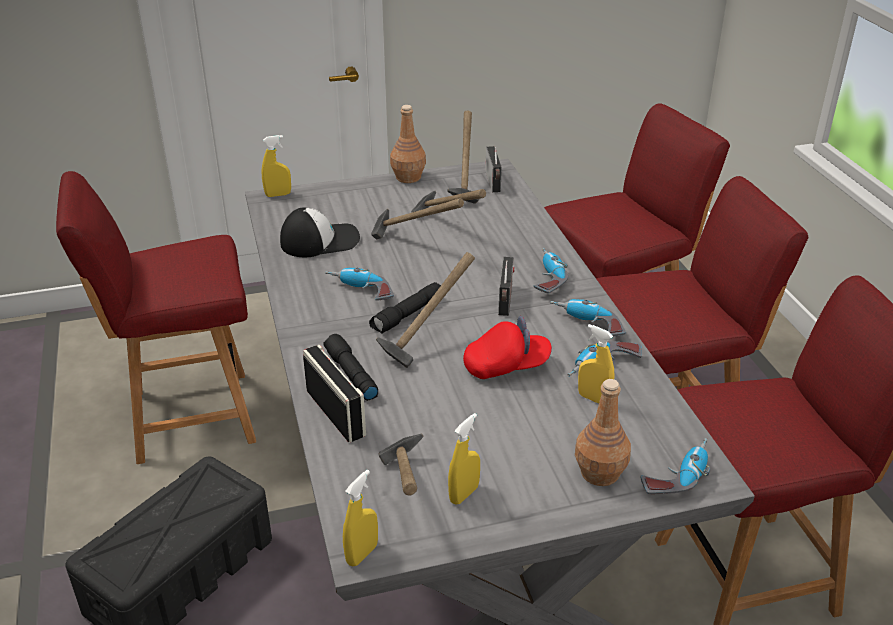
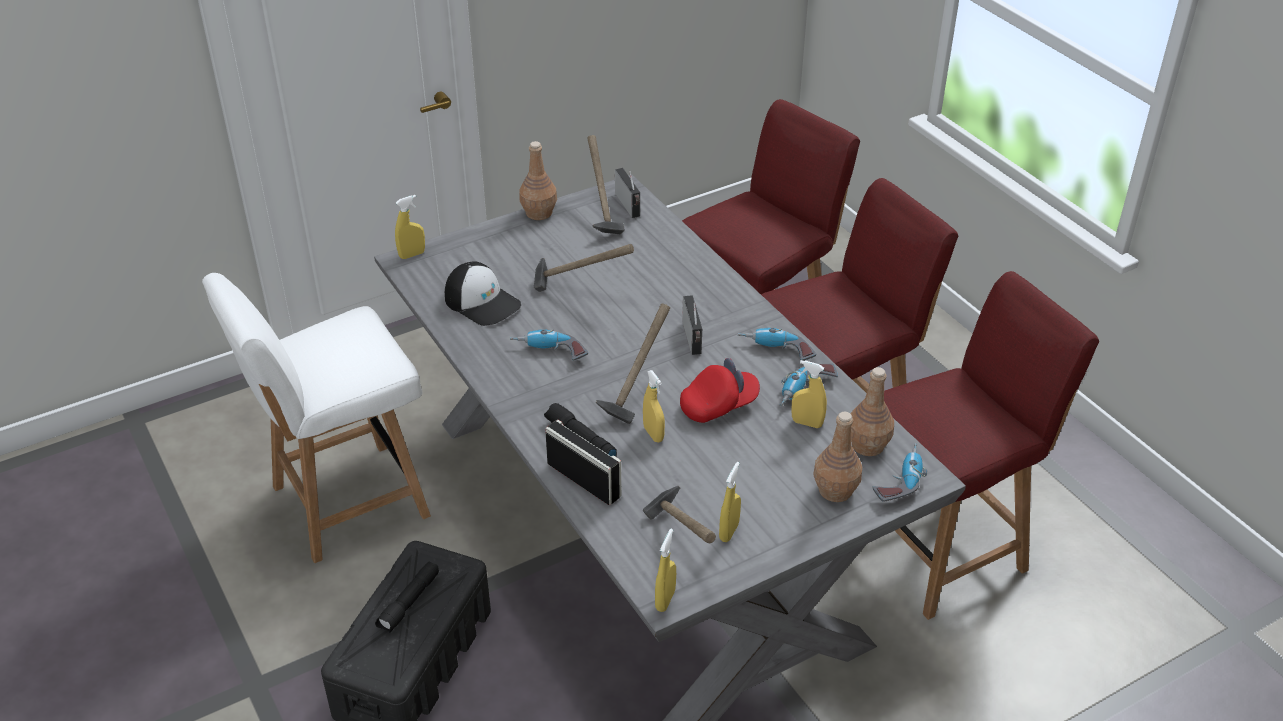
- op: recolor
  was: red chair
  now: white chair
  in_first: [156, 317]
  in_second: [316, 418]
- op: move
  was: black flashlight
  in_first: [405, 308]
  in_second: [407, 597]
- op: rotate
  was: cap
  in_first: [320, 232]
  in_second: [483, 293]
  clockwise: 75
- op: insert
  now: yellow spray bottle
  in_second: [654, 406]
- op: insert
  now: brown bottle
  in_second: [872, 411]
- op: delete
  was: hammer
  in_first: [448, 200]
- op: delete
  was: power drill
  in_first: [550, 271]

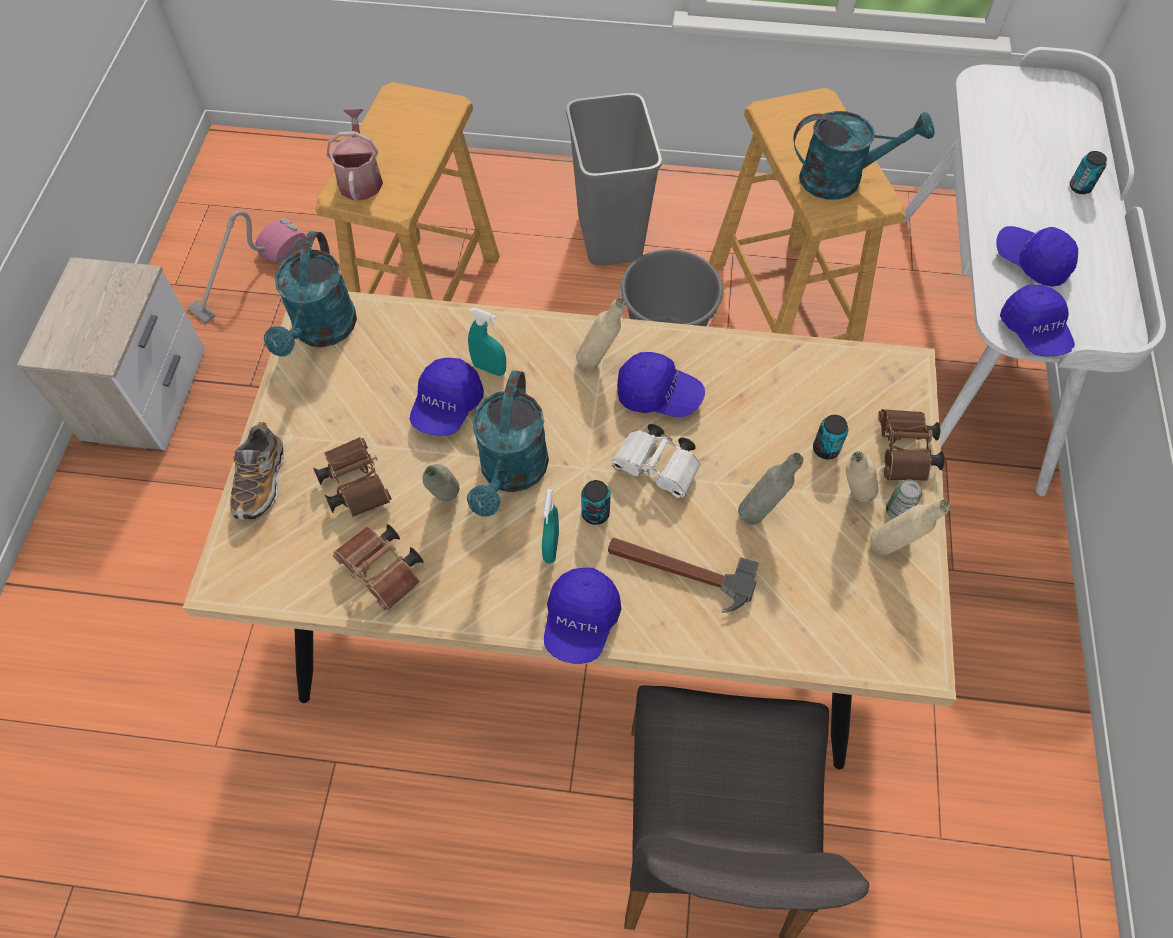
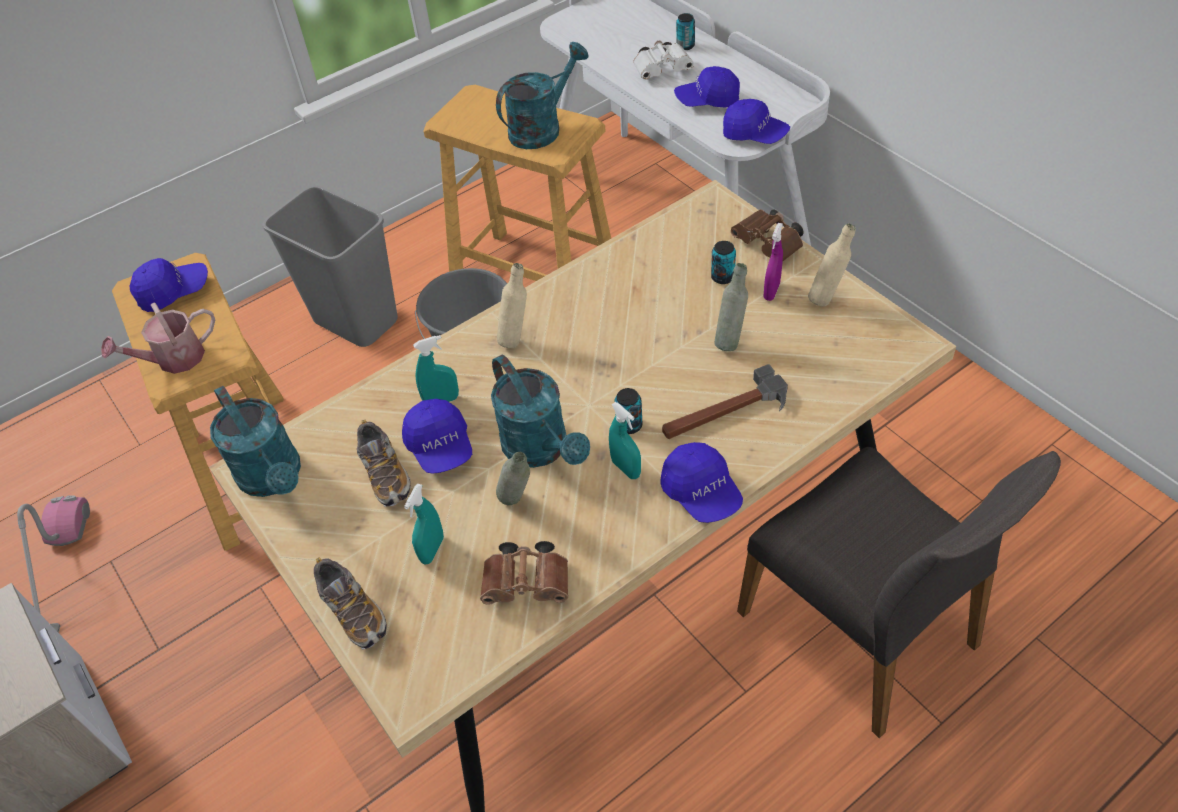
- op: rotate
  was: watering can
  in_first: [355, 154]
  in_second: [158, 338]
  clockwise: -75
- op: move
  was: blue cap
  in_first: [661, 384]
  in_second: [169, 285]
- op: insert
  now: shoe
  in_second: [384, 463]
- op: replace
  was: brown binoculars
  now: turquoise spray bottle
  in_first: [352, 477]
  in_second: [424, 524]
- op: move
  was: white binoculars
  in_first: [656, 461]
  in_second: [663, 60]
- op: replace
  was: beige bottle
  now: purple spray bottle
  in_first: [862, 477]
  in_second: [773, 262]
- op: delete
  was: can
  in_first: [904, 499]

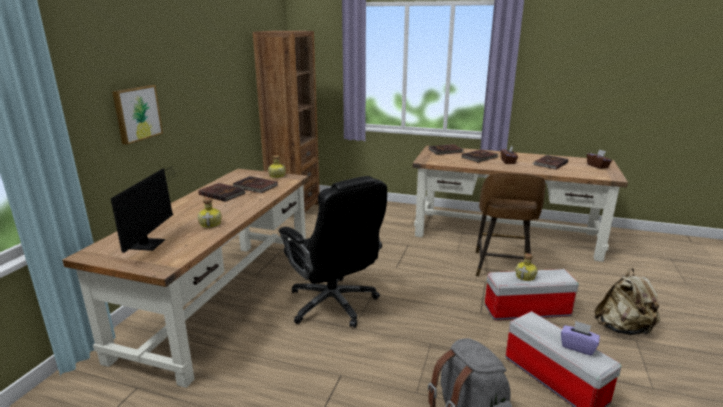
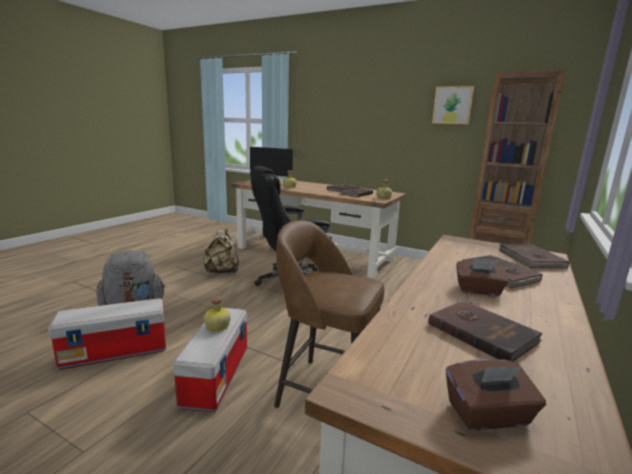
- op: move
  was: beige backpack
  in_first: [627, 301]
  in_second: [221, 251]
- op: move
  was: picture
  in_first: [137, 115]
  in_second: [453, 105]
- op: delete
  was: purple tissue box
  in_first: [580, 338]

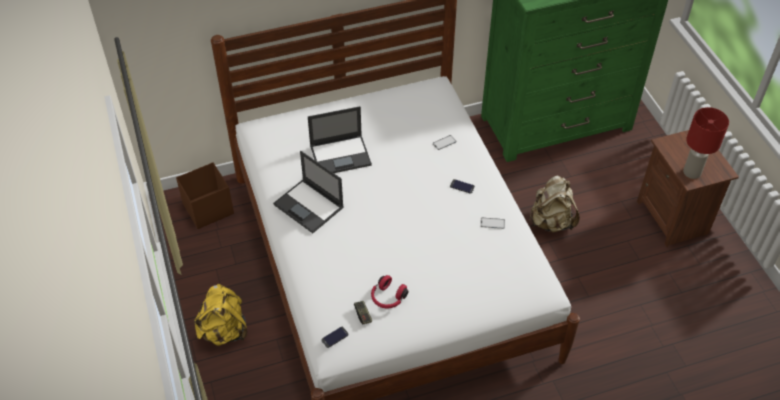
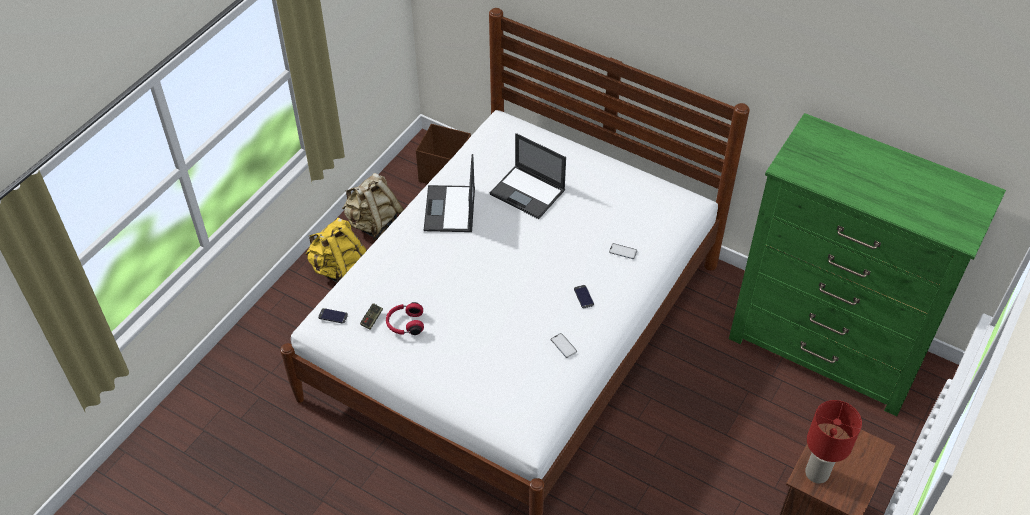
- op: move
  was: beige backpack
  in_first: [554, 204]
  in_second: [373, 206]

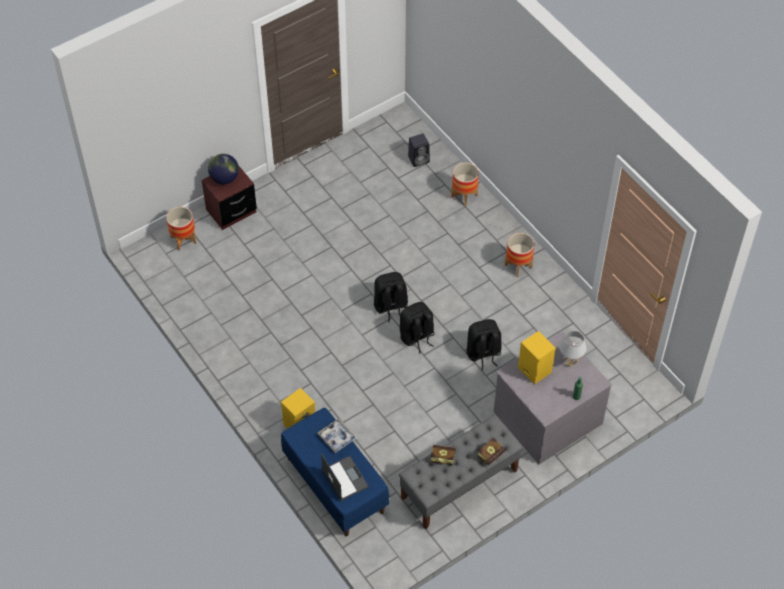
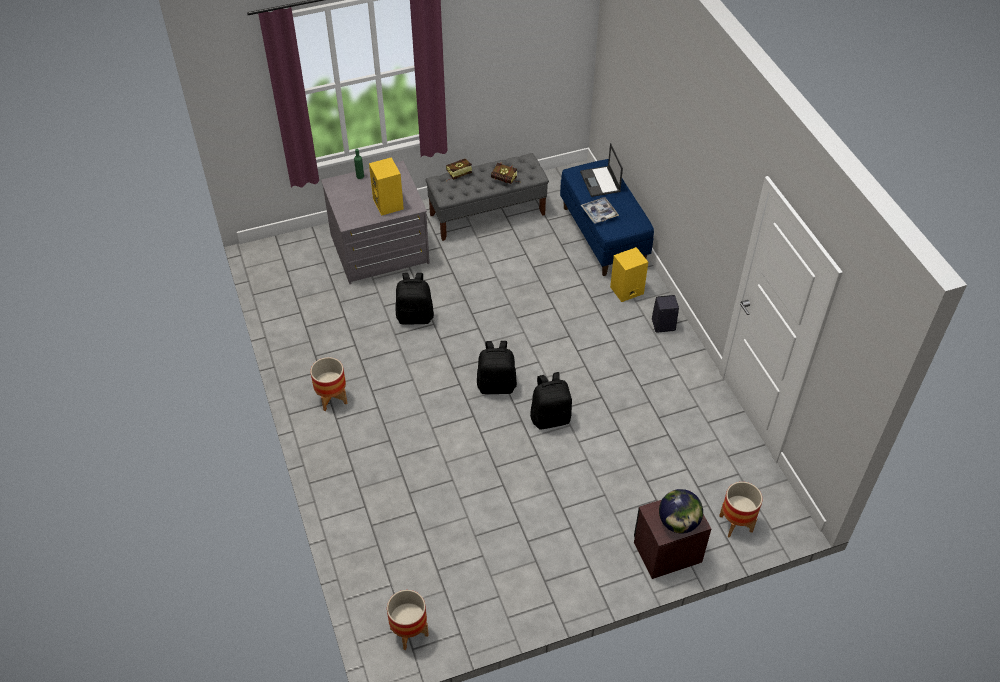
- op: move
  was: planter
  in_first: [465, 184]
  in_second: [408, 620]
- op: move
  was: black backpack
  in_first: [417, 327]
  in_second: [551, 400]
- op: move
  was: black speaker
  in_first: [419, 150]
  in_second: [665, 314]
- op: delete
  was: white table lamp
  in_first: [573, 349]

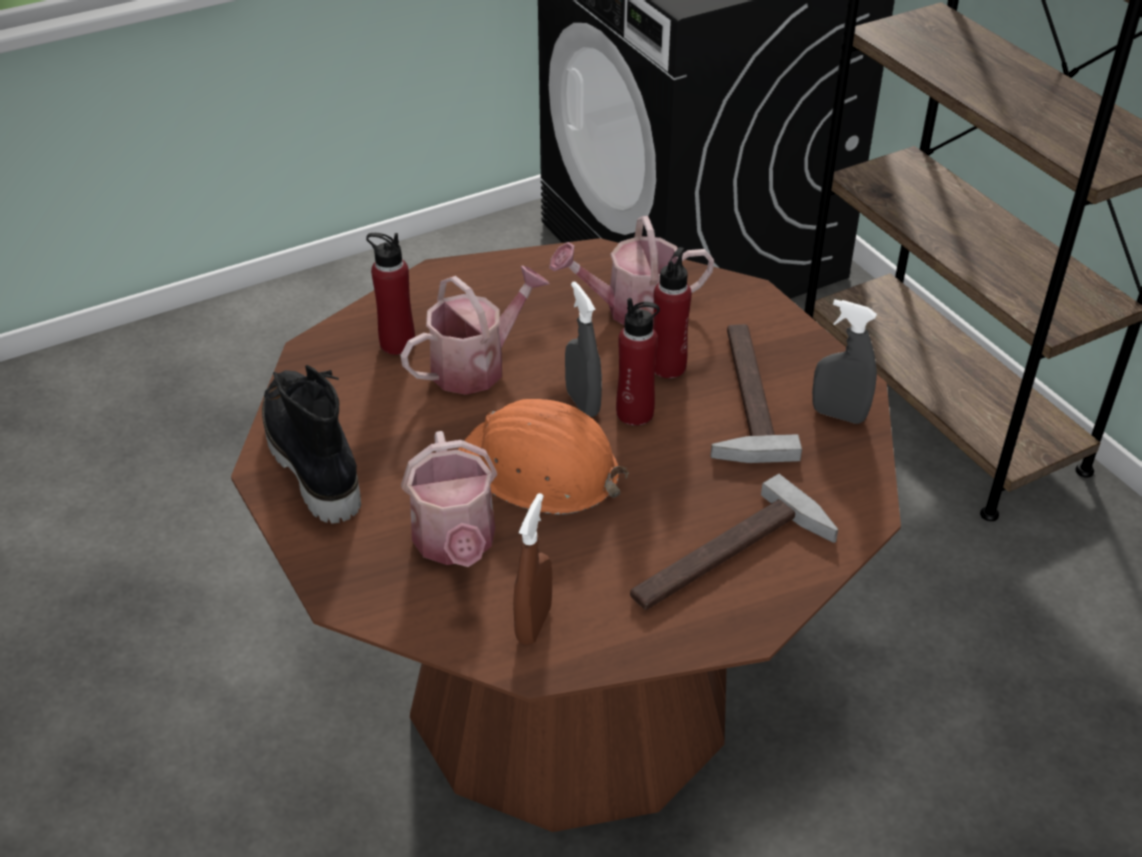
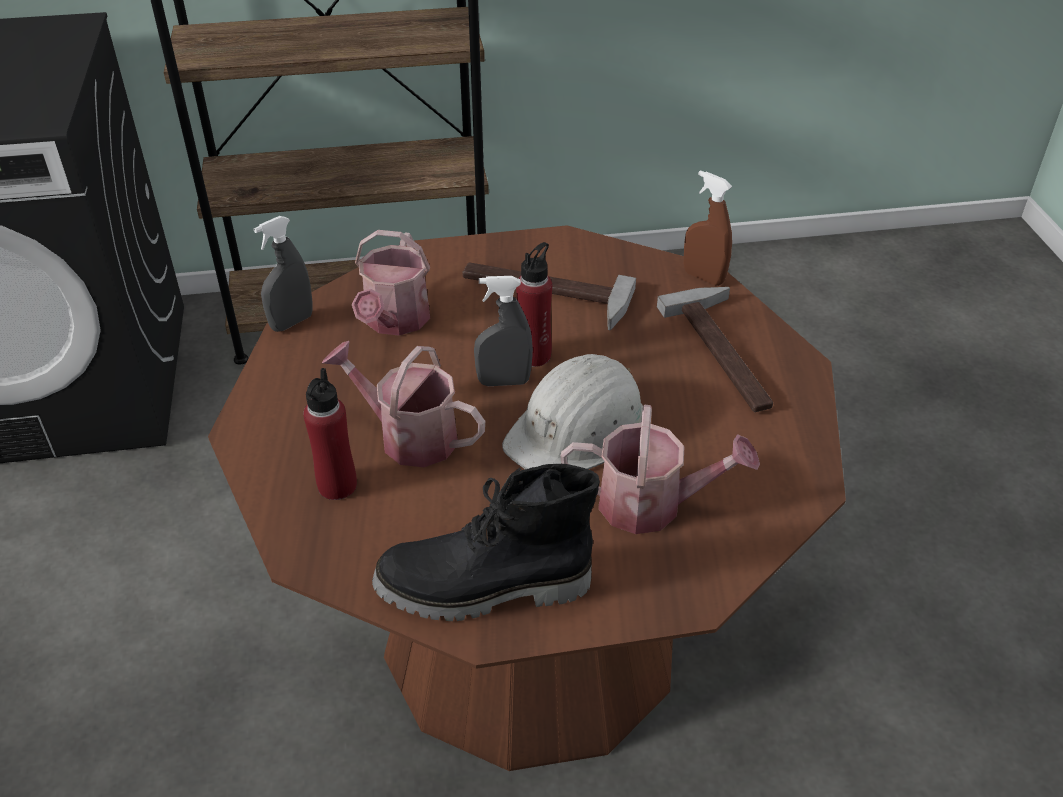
- op: move
  was: grey spray bottle
  in_first: [844, 361]
  in_second: [283, 274]
- op: rotate
  was: watering can
  in_first: [474, 330]
  in_second: [403, 404]
  clockwise: -45
- op: recolor
  was: orange hard hat
  now: white hard hat
  in_first: [543, 457]
  in_second: [572, 411]
- op: move
  was: brown spray bottle
  in_first: [532, 569]
  in_second: [708, 228]
- op: delete
  was: red bottle
  in_first: [672, 312]

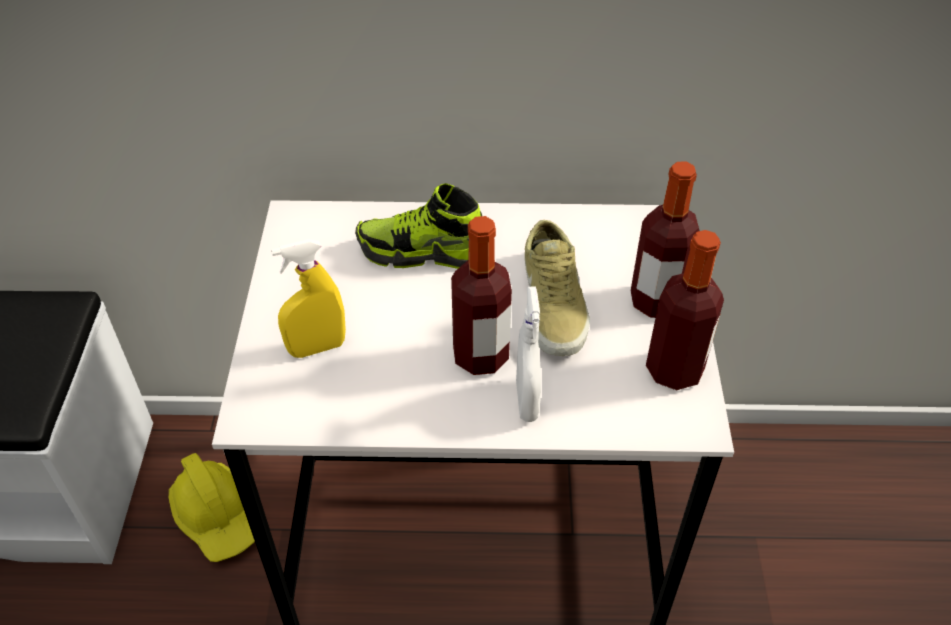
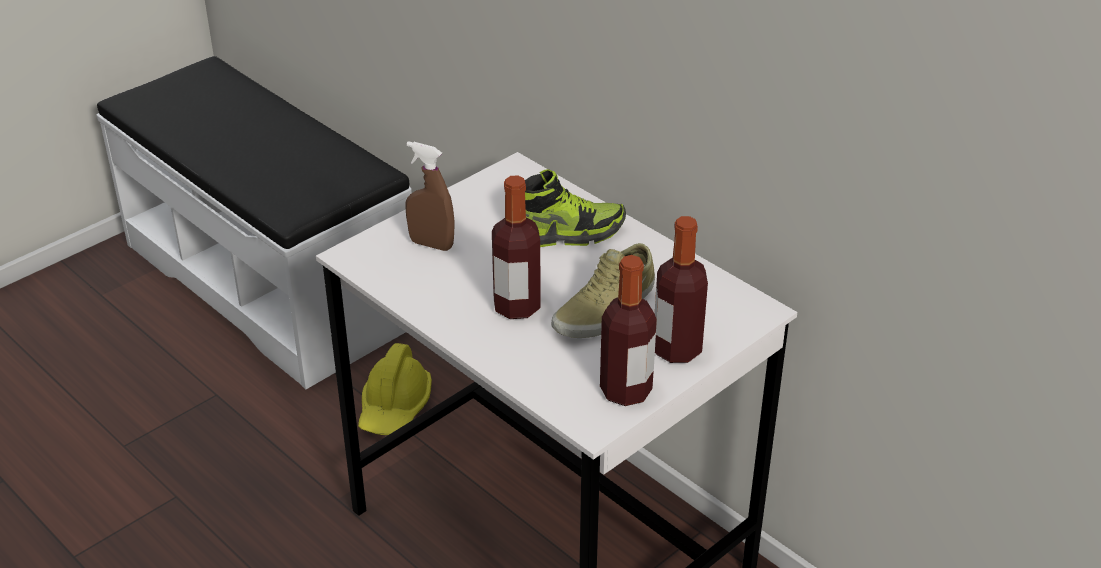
- op: recolor
  was: yellow spray bottle
  now: brown spray bottle
  in_first: [308, 298]
  in_second: [430, 196]
- op: rotate
  was: shoe
  in_first: [418, 226]
  in_second: [575, 208]
  clockwise: 120
- op: delete
  was: white spray bottle
  in_first: [528, 354]

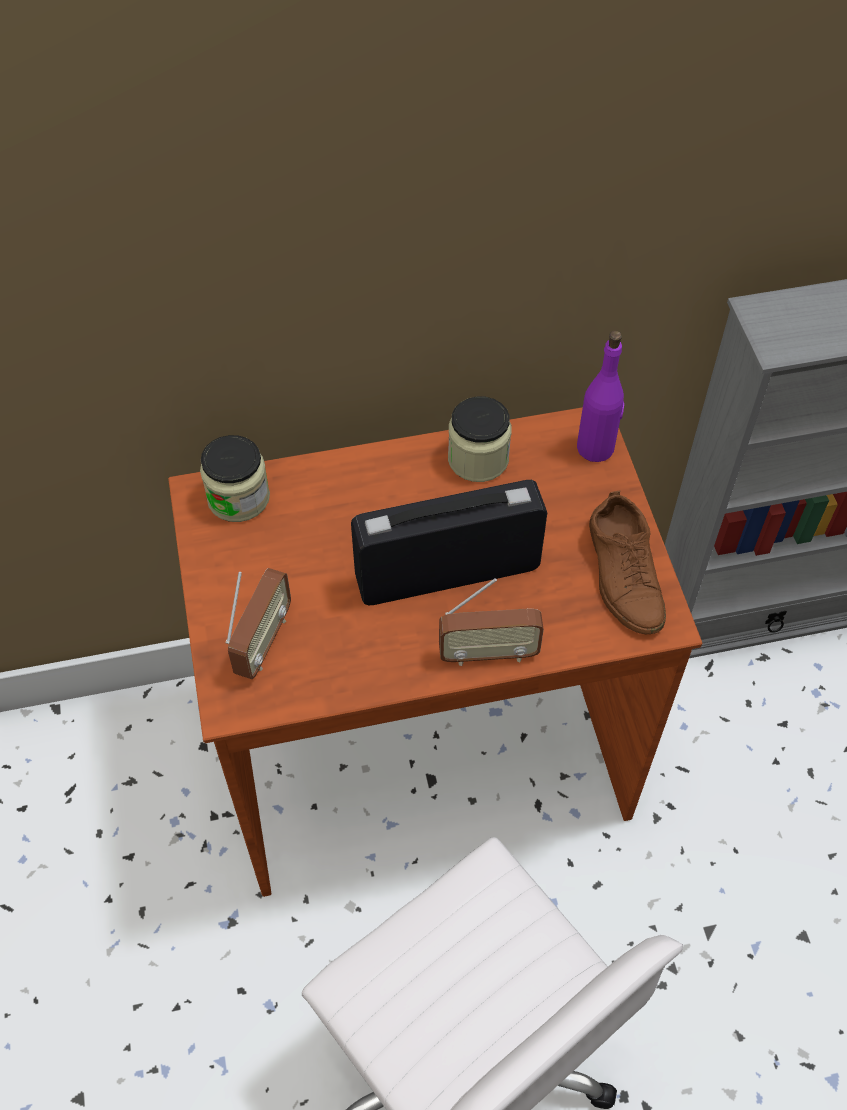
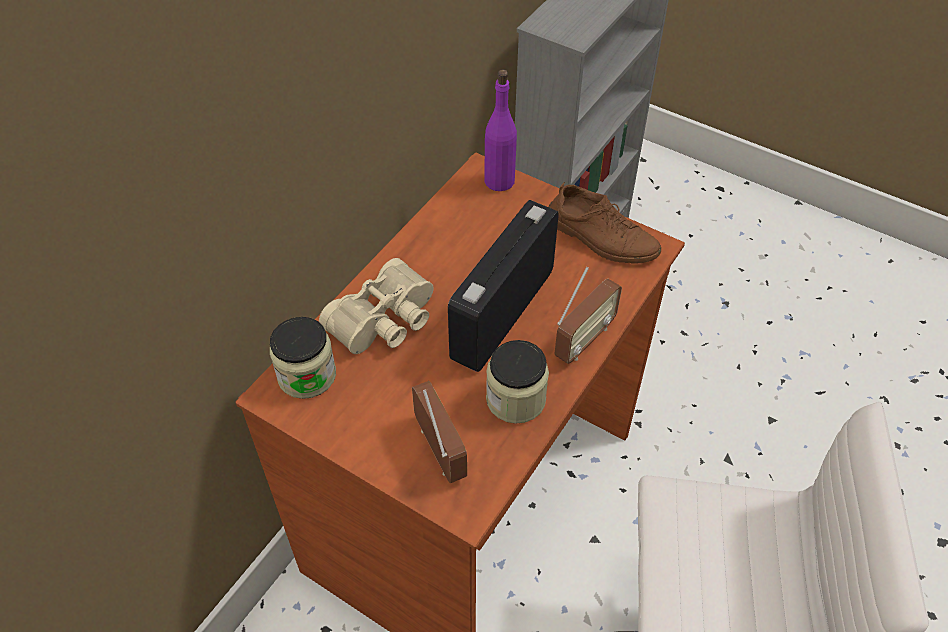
- op: insert
  now: beige binoculars
  in_second: [376, 306]
- op: move
  was: jar
  in_first: [479, 439]
  in_second: [517, 382]

